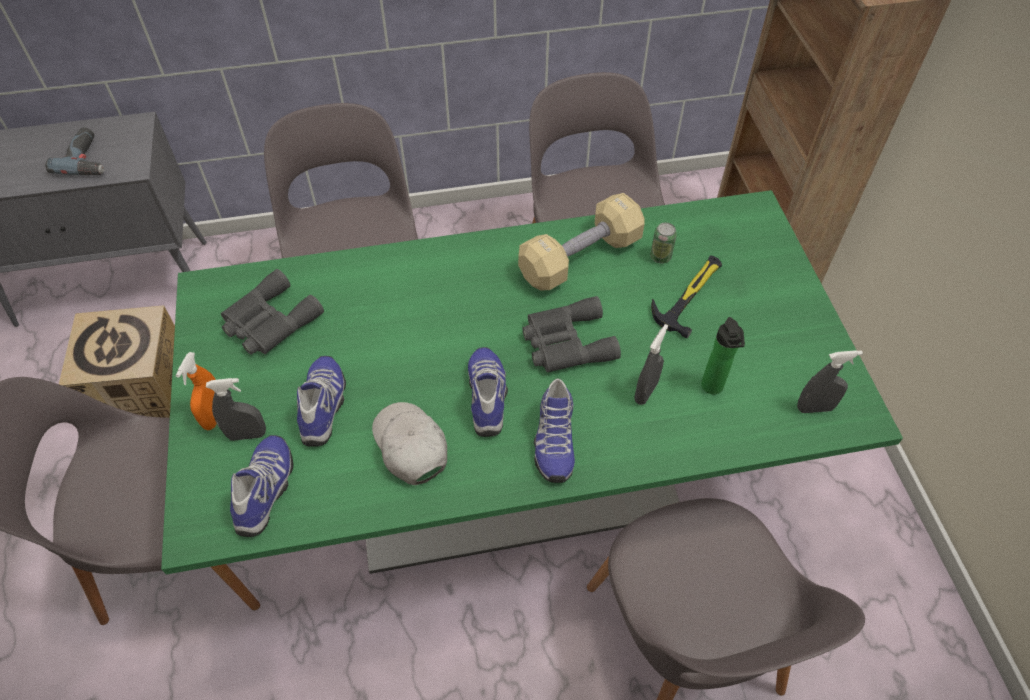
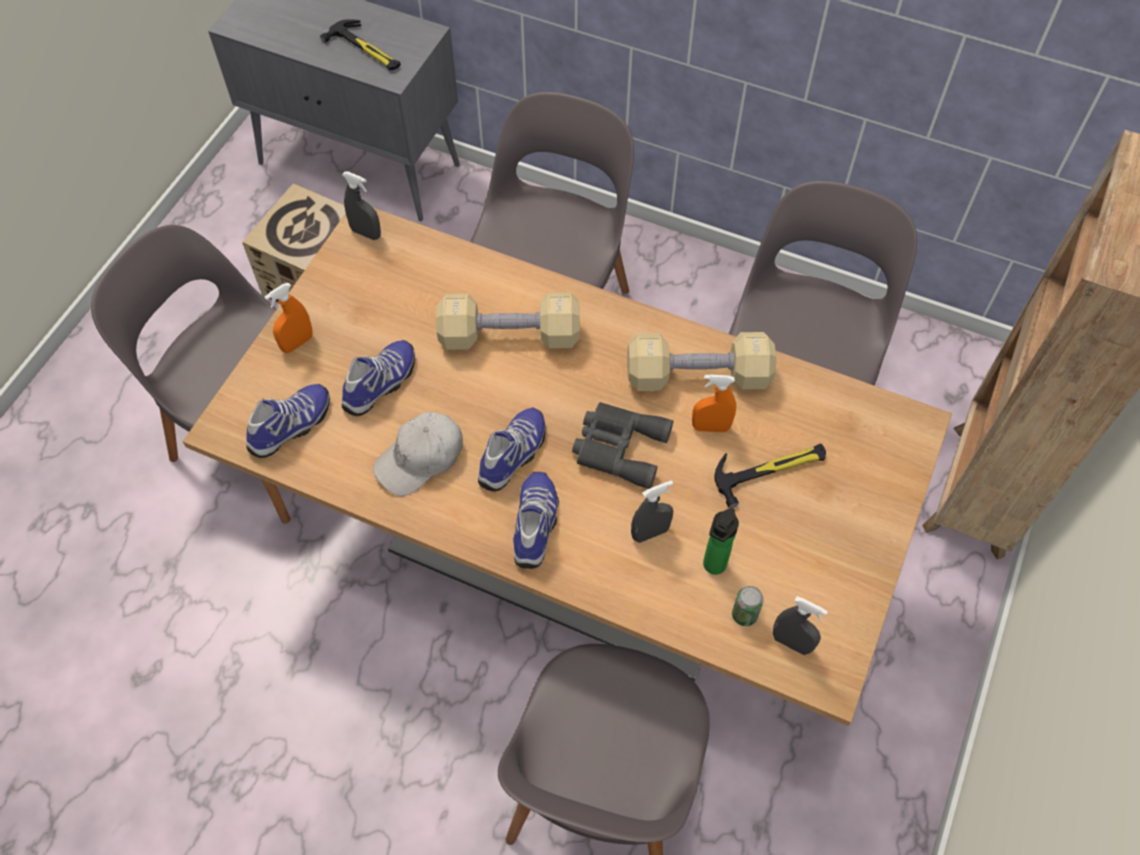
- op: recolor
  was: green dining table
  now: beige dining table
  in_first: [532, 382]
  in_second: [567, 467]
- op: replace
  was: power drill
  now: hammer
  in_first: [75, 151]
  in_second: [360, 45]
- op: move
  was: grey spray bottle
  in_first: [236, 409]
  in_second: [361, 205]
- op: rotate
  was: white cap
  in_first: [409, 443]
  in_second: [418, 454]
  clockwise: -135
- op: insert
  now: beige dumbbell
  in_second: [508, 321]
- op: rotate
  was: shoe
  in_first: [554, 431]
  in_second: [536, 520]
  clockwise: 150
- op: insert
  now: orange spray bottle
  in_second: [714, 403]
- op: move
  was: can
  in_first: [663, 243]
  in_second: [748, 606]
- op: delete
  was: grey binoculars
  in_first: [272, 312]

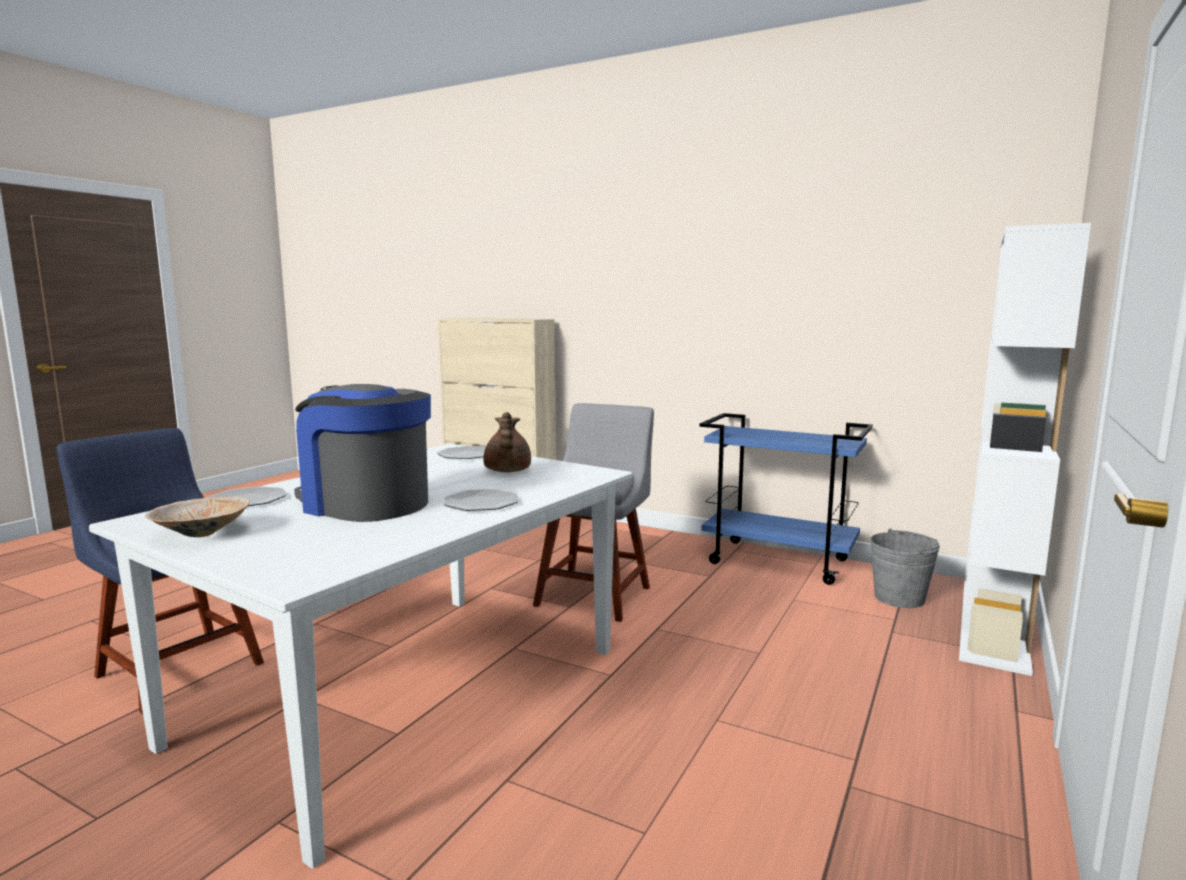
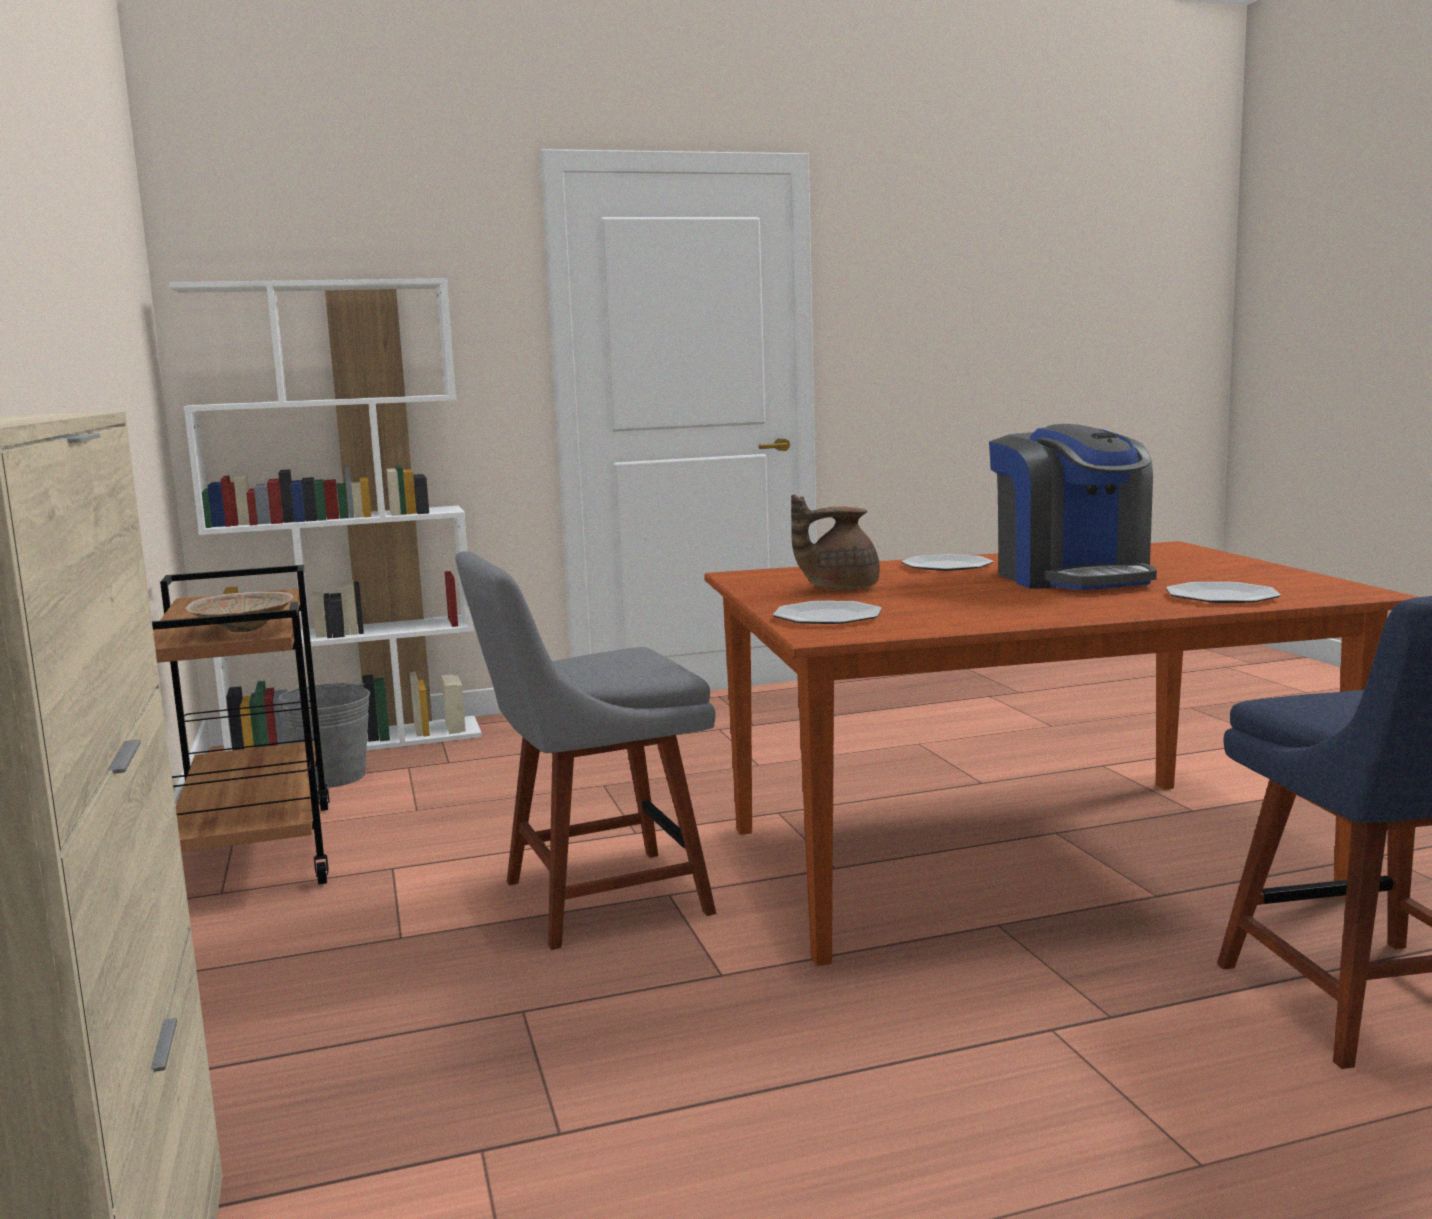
- op: recolor
  was: blue cart
  now: brown cart
  in_first: [786, 499]
  in_second: [240, 725]
- op: move
  was: beige bowl
  in_first: [197, 517]
  in_second: [239, 612]
- op: recolor
  was: white dining table
  now: brown dining table
  in_first: [360, 656]
  in_second: [1061, 753]
- op: rotate
  was: brown teapot
  in_first: [507, 442]
  in_second: [835, 542]
  clockwise: -150

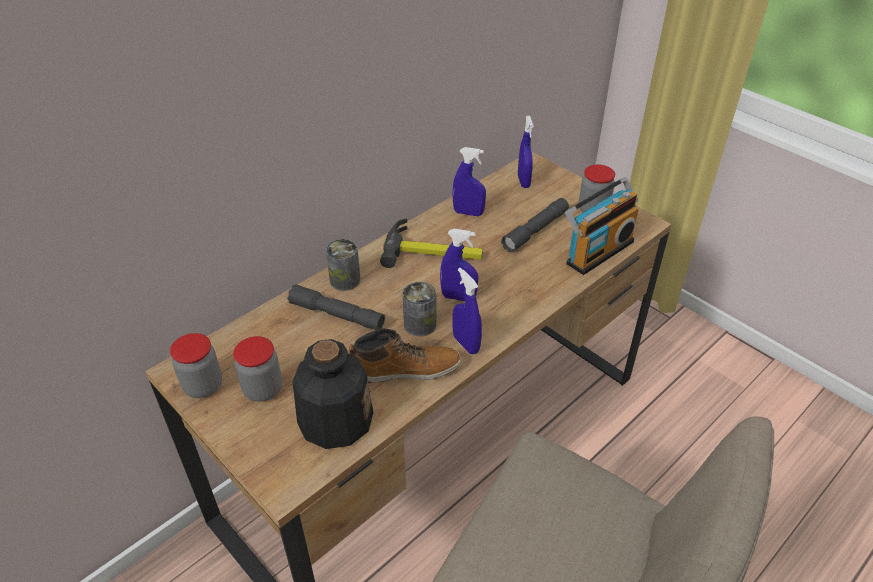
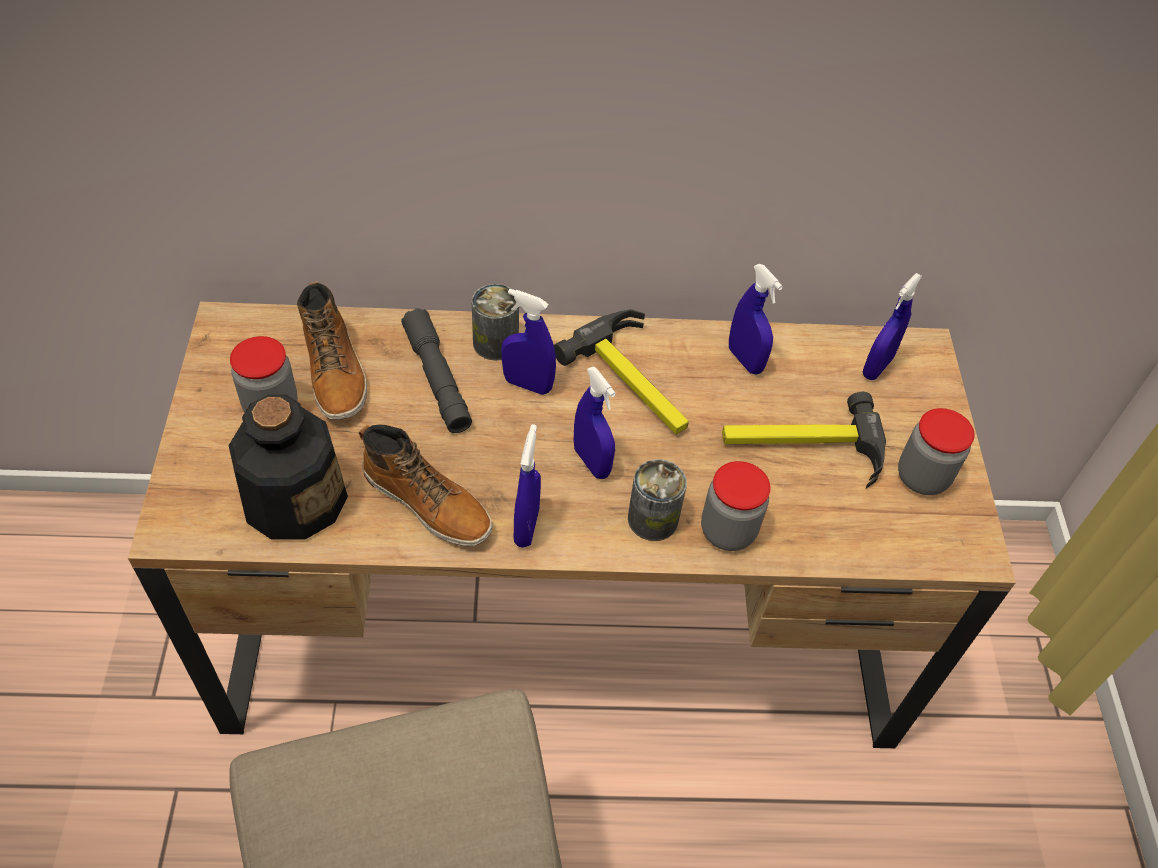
- op: insert
  now: boot
  in_second: [332, 351]
- op: insert
  now: blue spray bottle
  in_second: [528, 342]
- op: move
  was: can
  in_first: [419, 309]
  in_second: [657, 500]
- op: move
  was: jar
  in_first: [196, 365]
  in_second: [736, 506]
- op: replace
  was: grey flashlight
  now: hammer
  in_first: [535, 225]
  in_second: [804, 440]
- op: delete
  was: radio
  in_first: [602, 226]

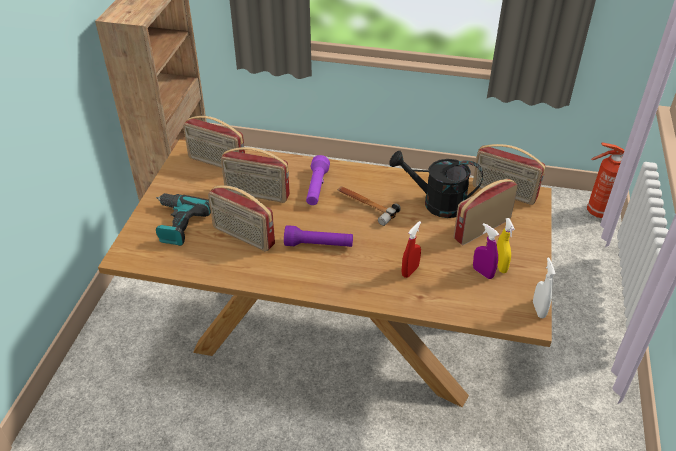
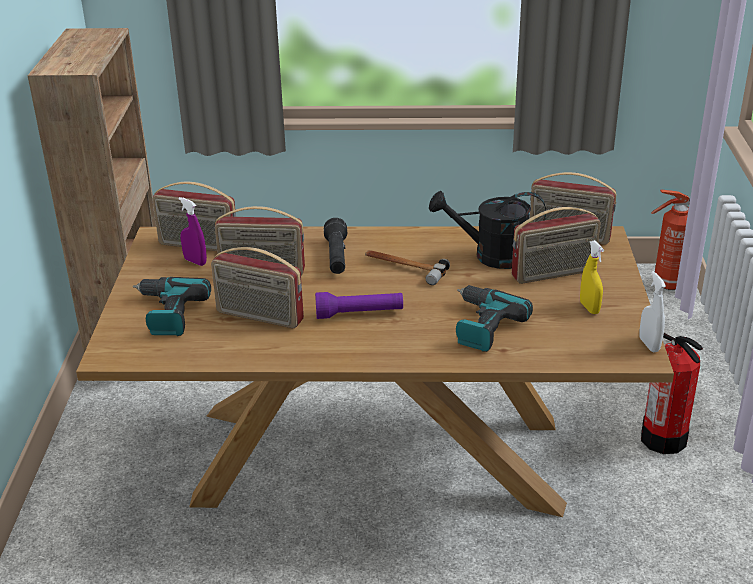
- op: move
  was: purple spray bottle
  in_first: [486, 251]
  in_second: [192, 231]
- op: recolor
  was: purple flashlight
  now: black flashlight
  in_first: [318, 180]
  in_second: [335, 246]
- op: replace
  was: red spray bottle
  now: power drill
  in_first: [411, 249]
  in_second: [494, 318]
- op: rotate
  was: radio
  in_first: [485, 211]
  in_second: [556, 245]
  clockwise: -150
- op: insert
  now: fire extinguisher
  in_second: [672, 393]

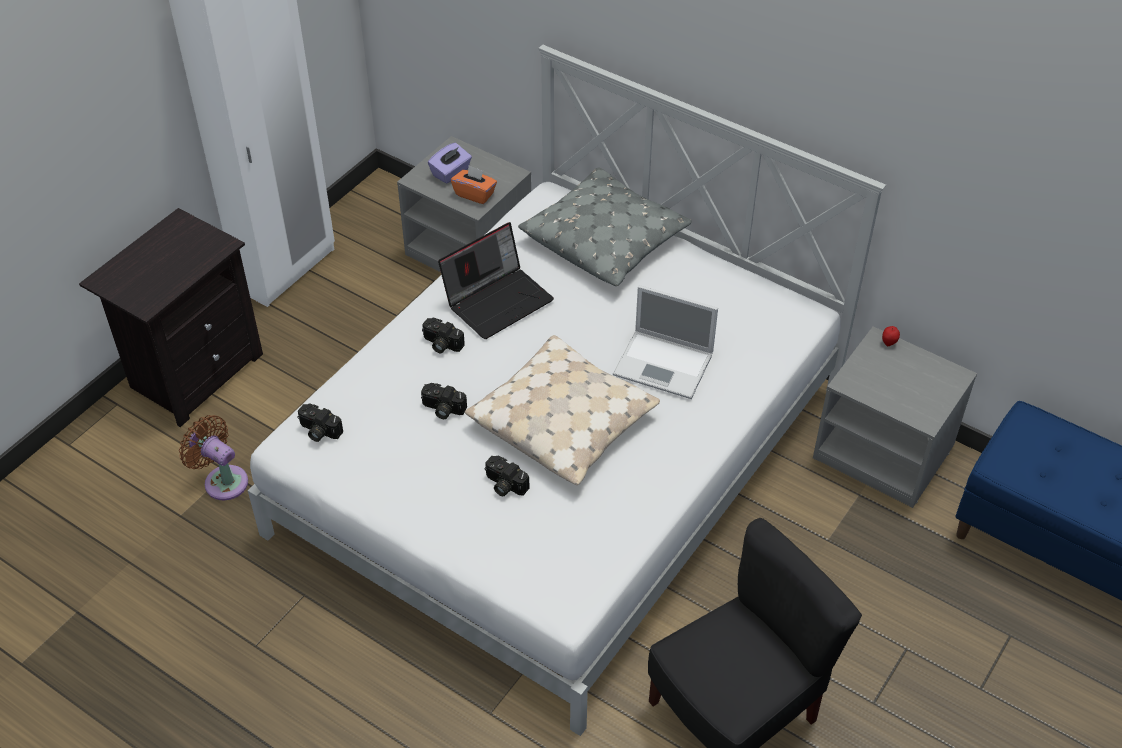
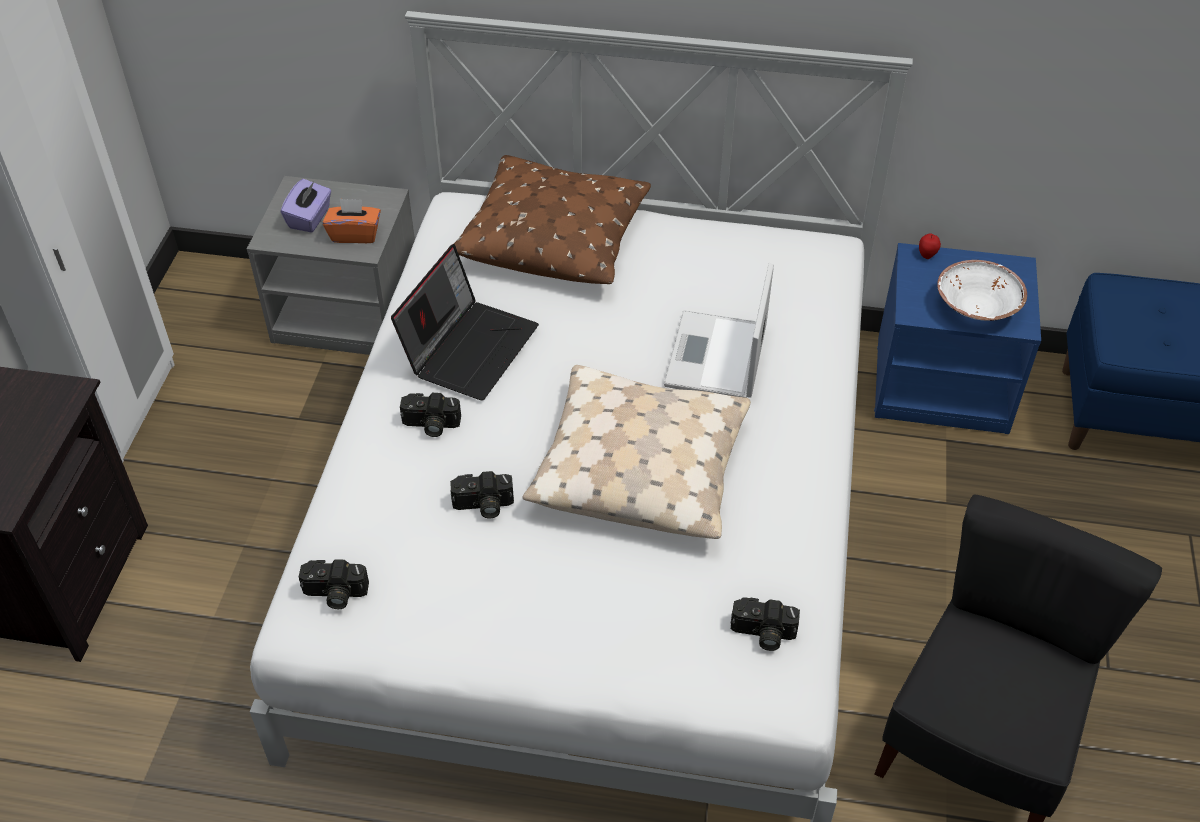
- op: recolor
  was: grey pillow
  now: brown pillow
  in_first: [605, 226]
  in_second: [552, 219]
- op: rotate
  was: laptop
  in_first: [665, 342]
  in_second: [719, 330]
  clockwise: 105
- op: move
  was: photo camera
  in_first: [507, 476]
  in_second: [765, 624]
- op: recolor
  was: grey nightstand
  now: blue nightstand
  in_first: [895, 417]
  in_second: [957, 338]
- op: insert
  now: white bowl
  in_second: [982, 290]
- op: delete
  was: brown fan
  in_first: [213, 457]

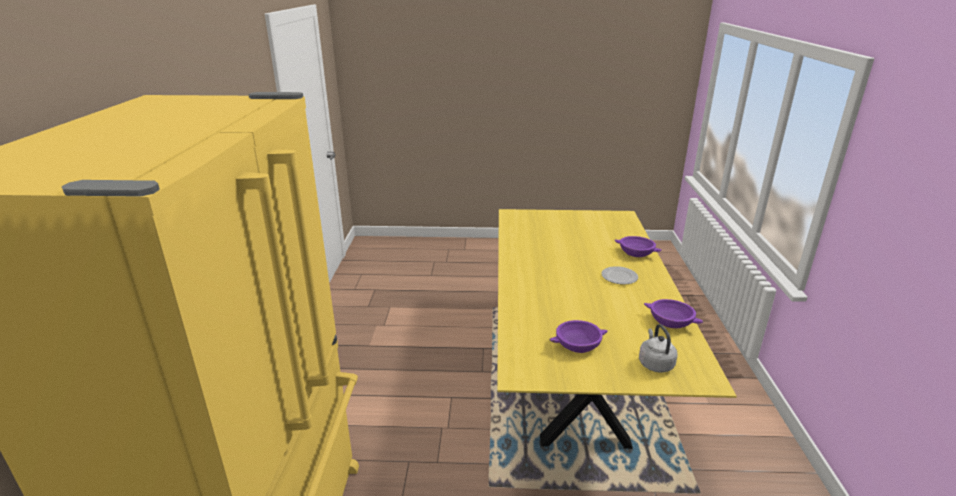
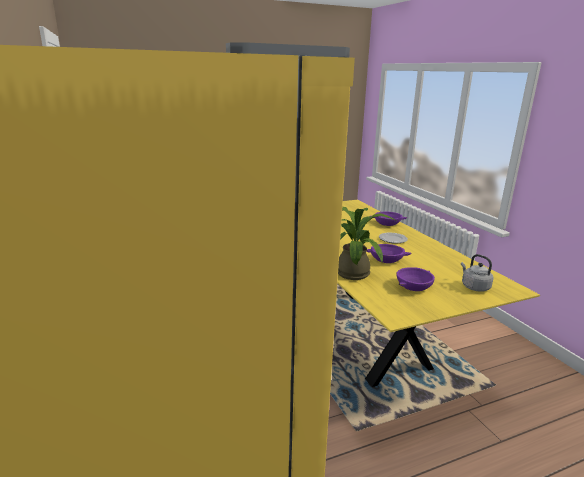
- op: insert
  now: potted plant
  in_second: [366, 243]
- op: move
  was: purple bowl
  in_first: [674, 313]
  in_second: [389, 253]

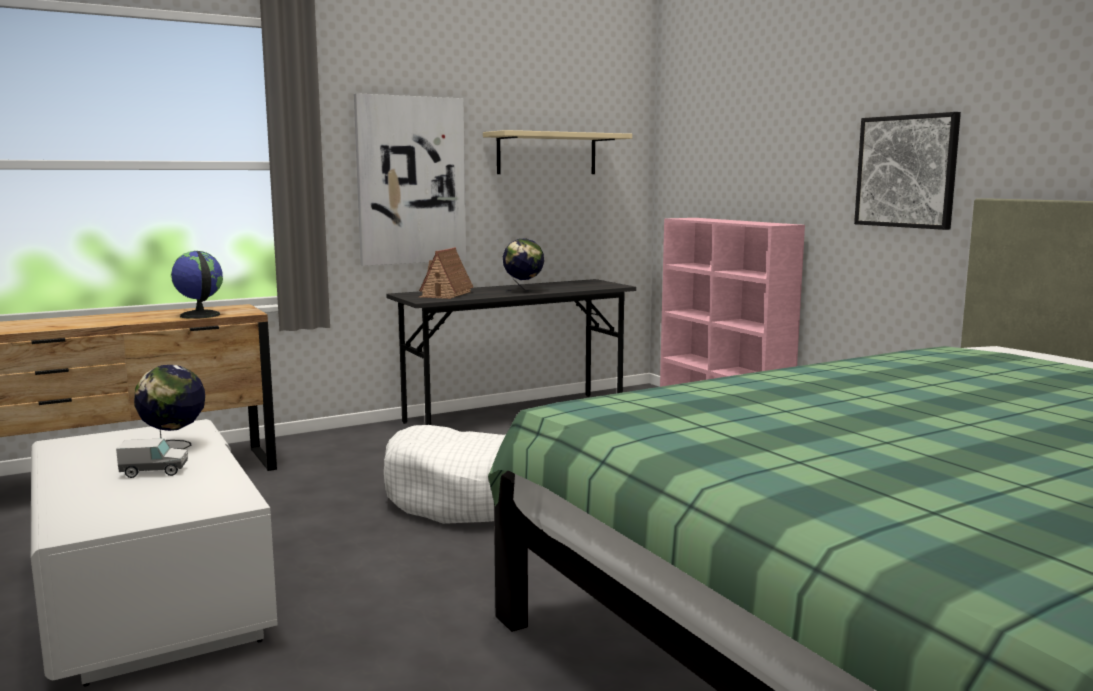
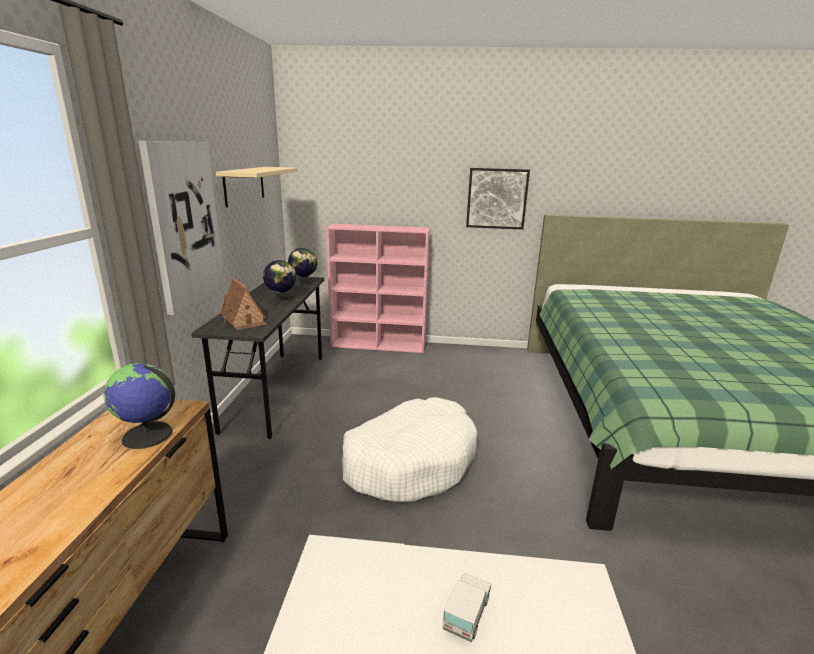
- op: move
  was: globe
  in_first: [169, 407]
  in_second: [303, 266]

